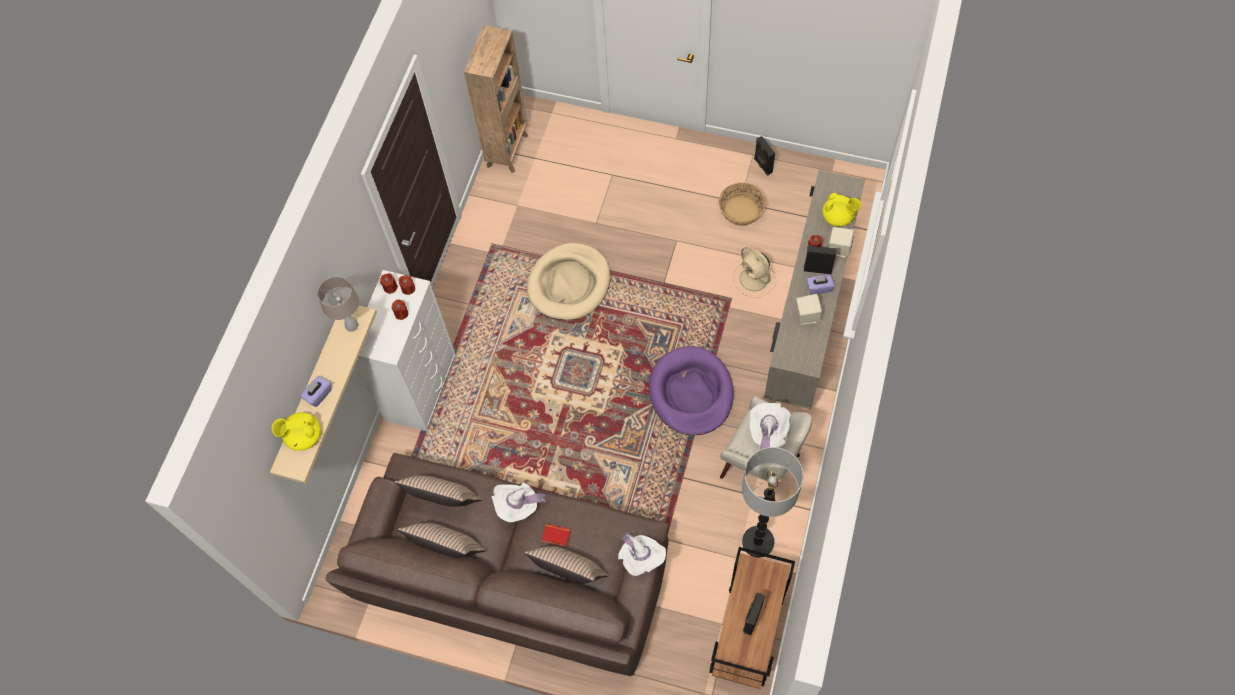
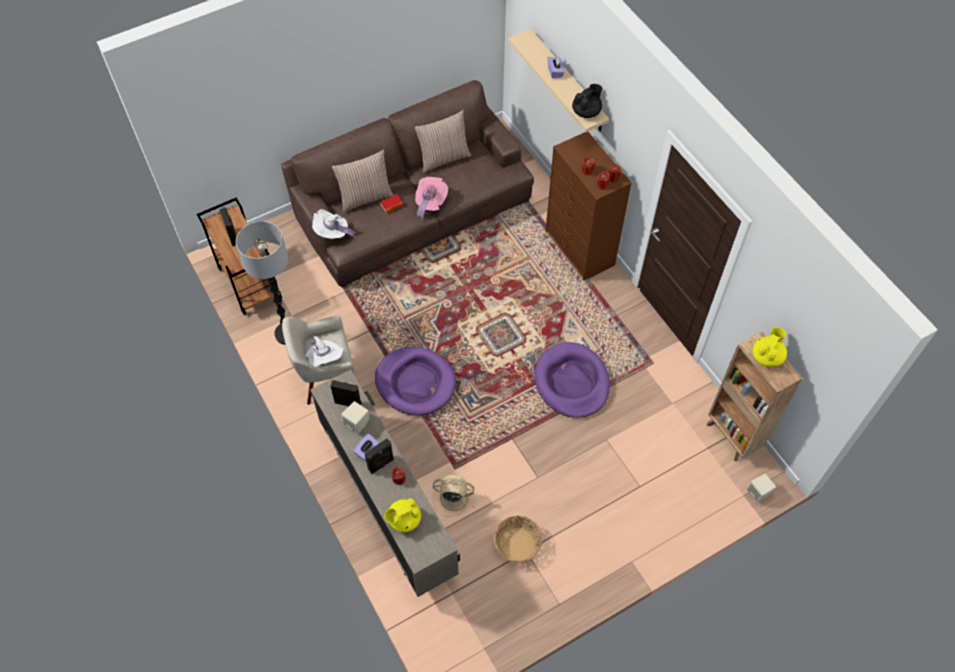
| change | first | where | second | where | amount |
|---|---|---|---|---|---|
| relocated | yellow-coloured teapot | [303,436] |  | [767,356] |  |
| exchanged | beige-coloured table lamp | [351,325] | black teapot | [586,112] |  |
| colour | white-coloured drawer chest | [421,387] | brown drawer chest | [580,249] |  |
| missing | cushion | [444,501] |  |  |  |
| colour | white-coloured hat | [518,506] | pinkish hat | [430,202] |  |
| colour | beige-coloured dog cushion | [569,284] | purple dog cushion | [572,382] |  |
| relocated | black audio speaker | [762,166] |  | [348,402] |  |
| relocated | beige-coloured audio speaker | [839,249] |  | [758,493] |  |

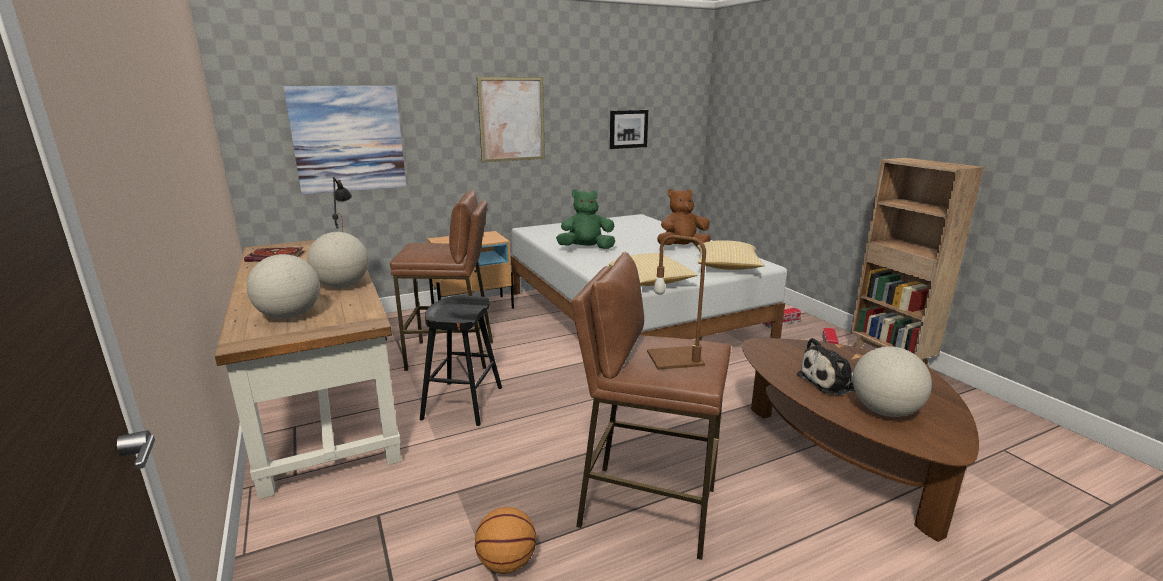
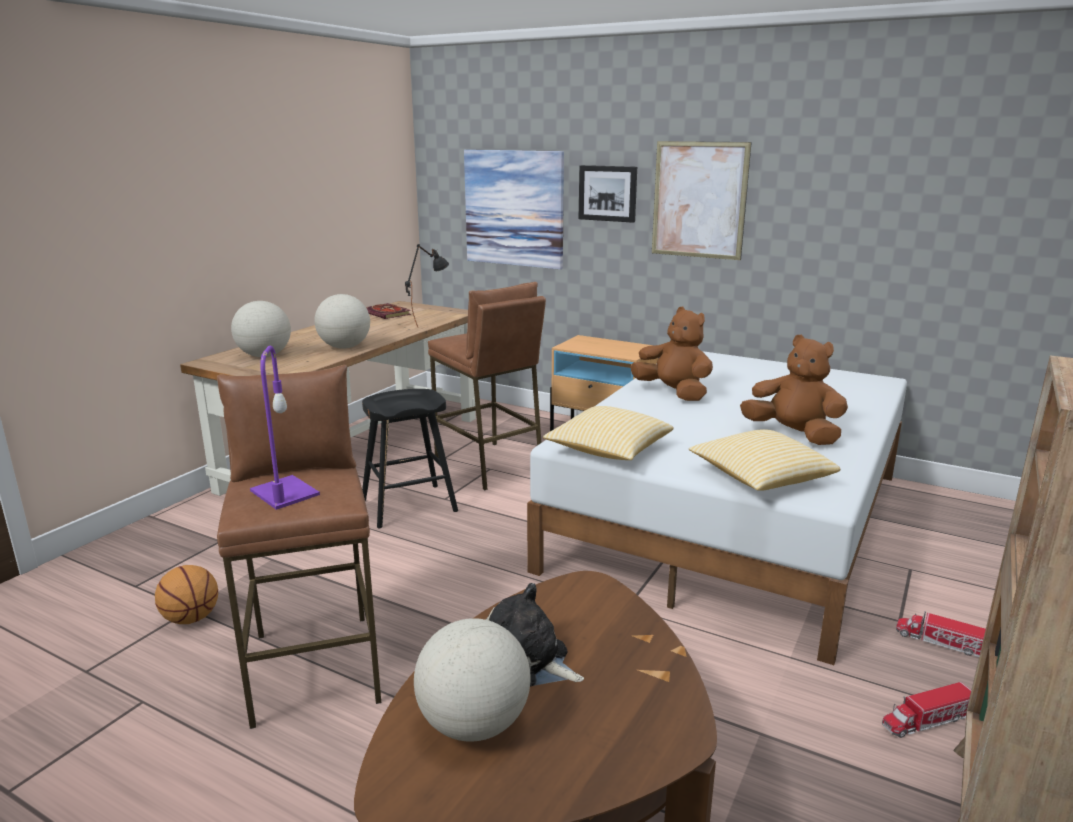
| change | first | where | second | where | amount |
|---|---|---|---|---|---|
| colour | green soft toy | [586,248] | brown soft toy | [673,393] |  |
| relocated | wall picture | [628,129] |  | [608,193] |  |
| colour | brown table lamp | [676,358] | purple table lamp | [286,493] |  |

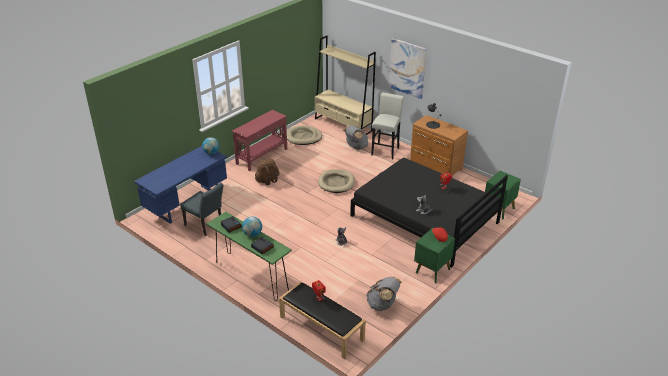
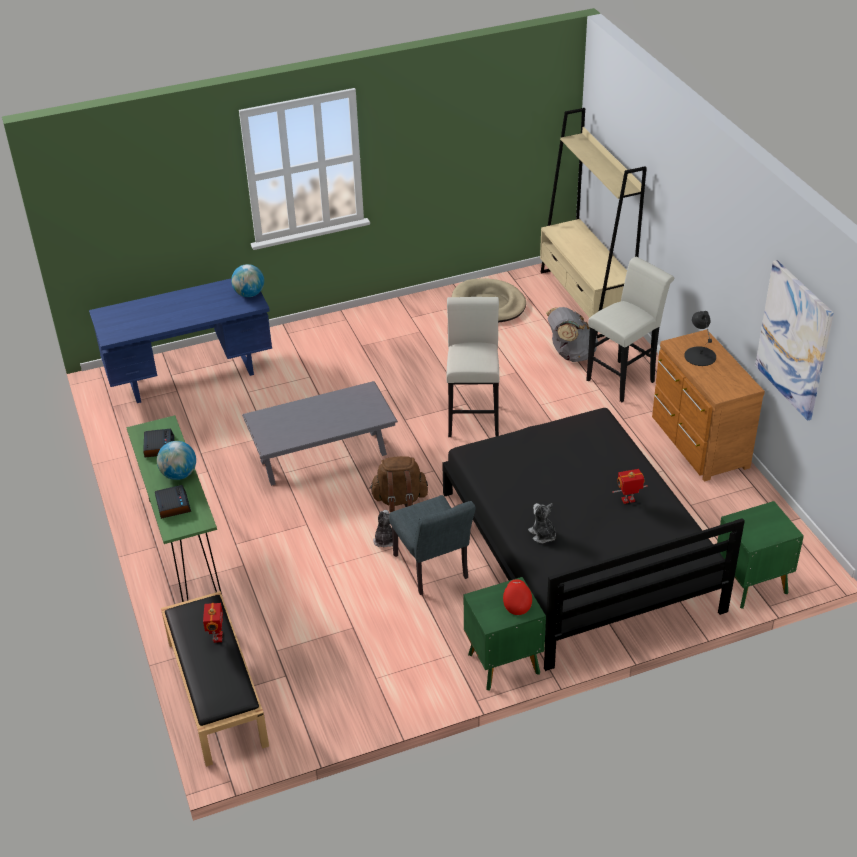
| change | first | where | second | where | amount |
|---|---|---|---|---|---|
| relocated | grey upright chair | [206,225] |  | [433,570] |  |
| missing | red-coloured narrow table | [262,156] |  |  |  |
| relocated | brown backpack | [267,180] |  | [399,500] |  |
| exchanged | beige-coloured dog cushion | [336,183] | white-coloured stool | [473,417] |  |
| missing | grey backpack | [382,304] |  |  |  |
| relocated | wall picture | [407,68] |  | [794,340] |  |
| appeared |  |  | grey lounge table | [323,458] |  |

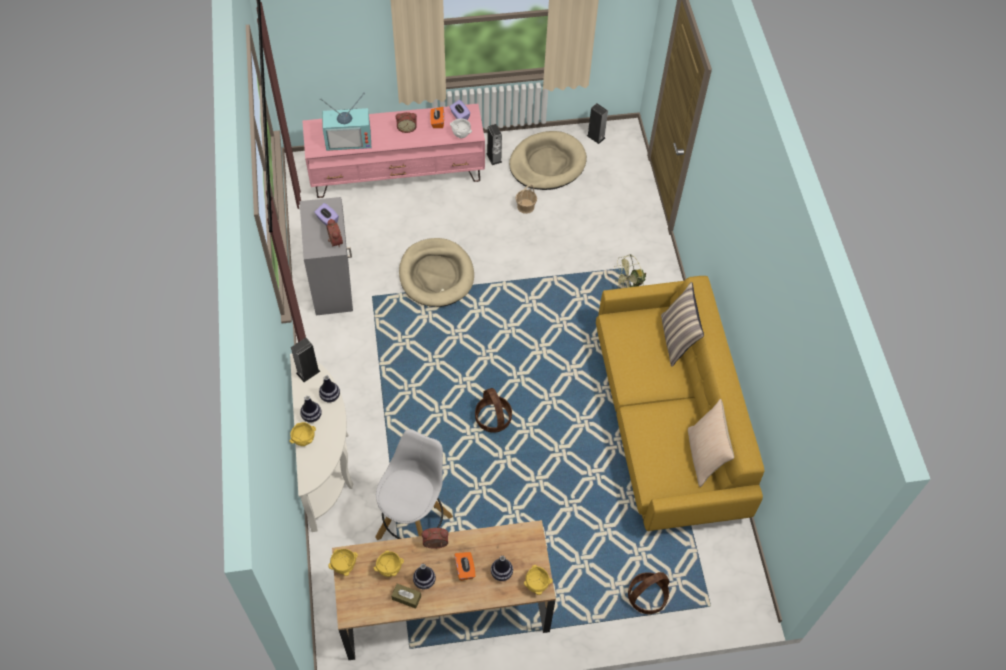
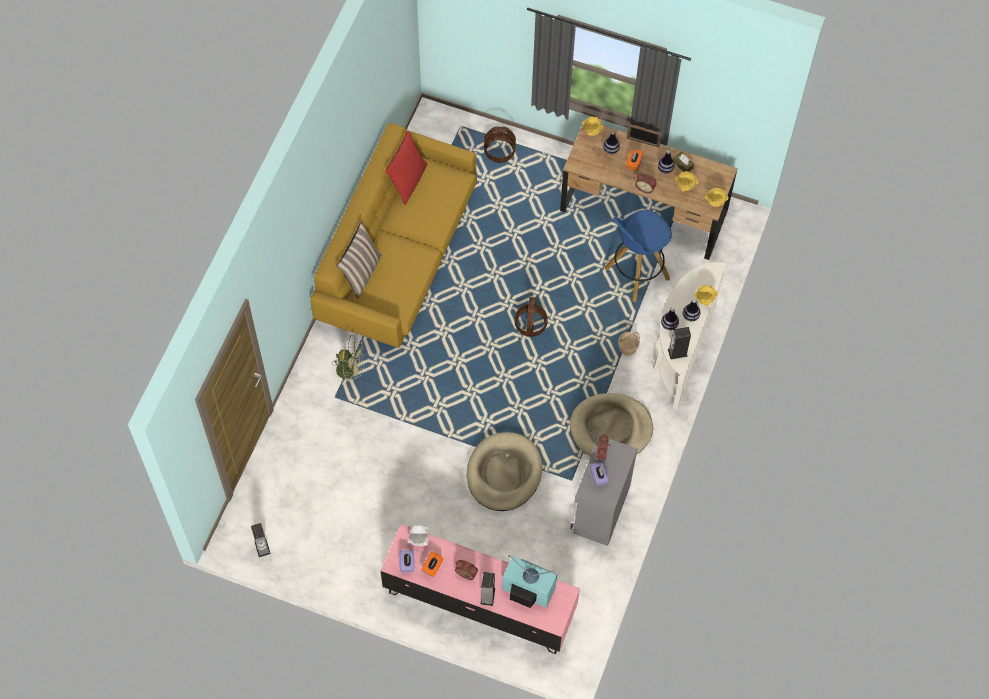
| change | first | where | second | where | amount |
|---|---|---|---|---|---|
| colour | white-coloured stool | [415,525] | bluish stool | [636,274] |  |
| relocated | audio speaker | [494,158] |  | [487,596] |  |
| relocated | beige-coloured dog cushion | [547,163] |  | [611,429] |  |
| relocated | household basket | [526,206] |  | [627,347] |  |
| colour | beige-coloured cushion | [704,456] | red-coloured cushion | [407,181] |  |
| appeared |  |  | picture frame | [643,142] |  |

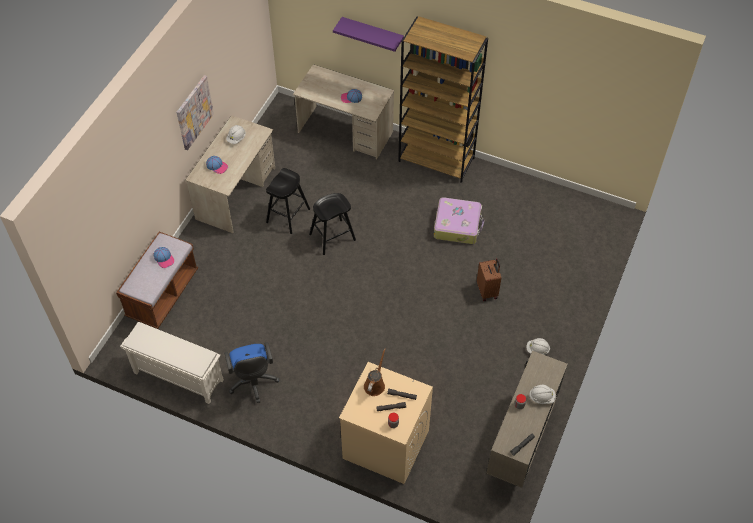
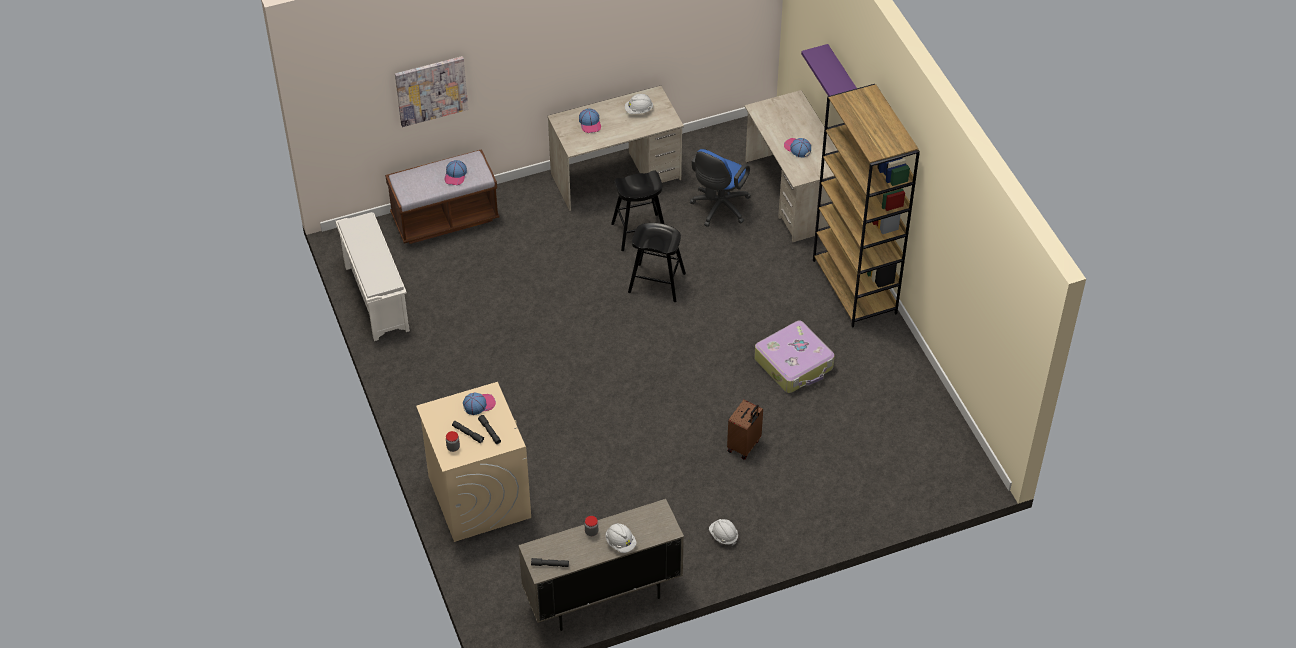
| change | first | where | second | where | amount |
|---|---|---|---|---|---|
| relocated | wall picture | [194,112] |  | [431,90] |  |
| relocated | bluish computer chair | [253,383] |  | [719,209] |  |
| exchanged | brown sprinkling can | [375,384] | peaked cap | [479,404] |  |

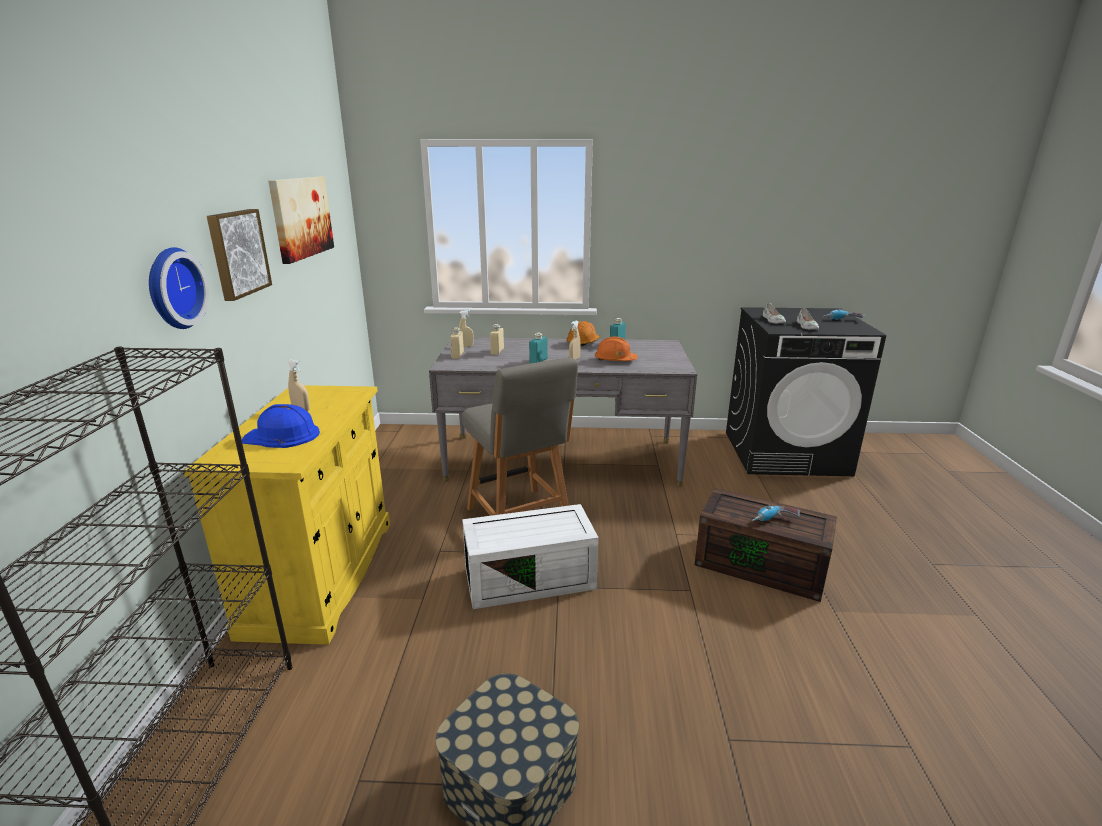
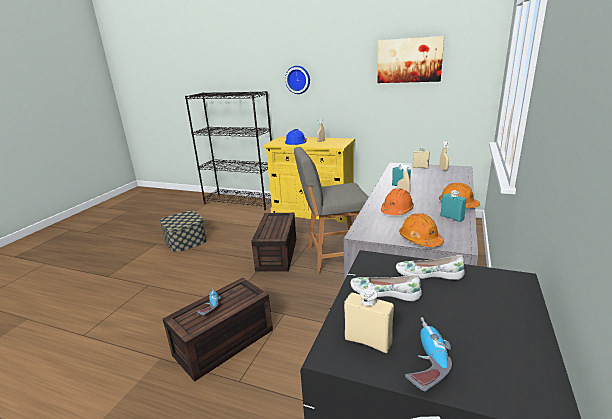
| change | first | where | second | where | amount |
|---|---|---|---|---|---|
| missing | wall picture | [237,253] |  |  |  |
| colour | white-coloured storage container | [531,577] | brown storage container | [278,254] |  |
| relocated | beige-coloured bottle | [497,351] |  | [368,341] |  |
| appeared |  |  | orange work helmet | [420,239] |  |

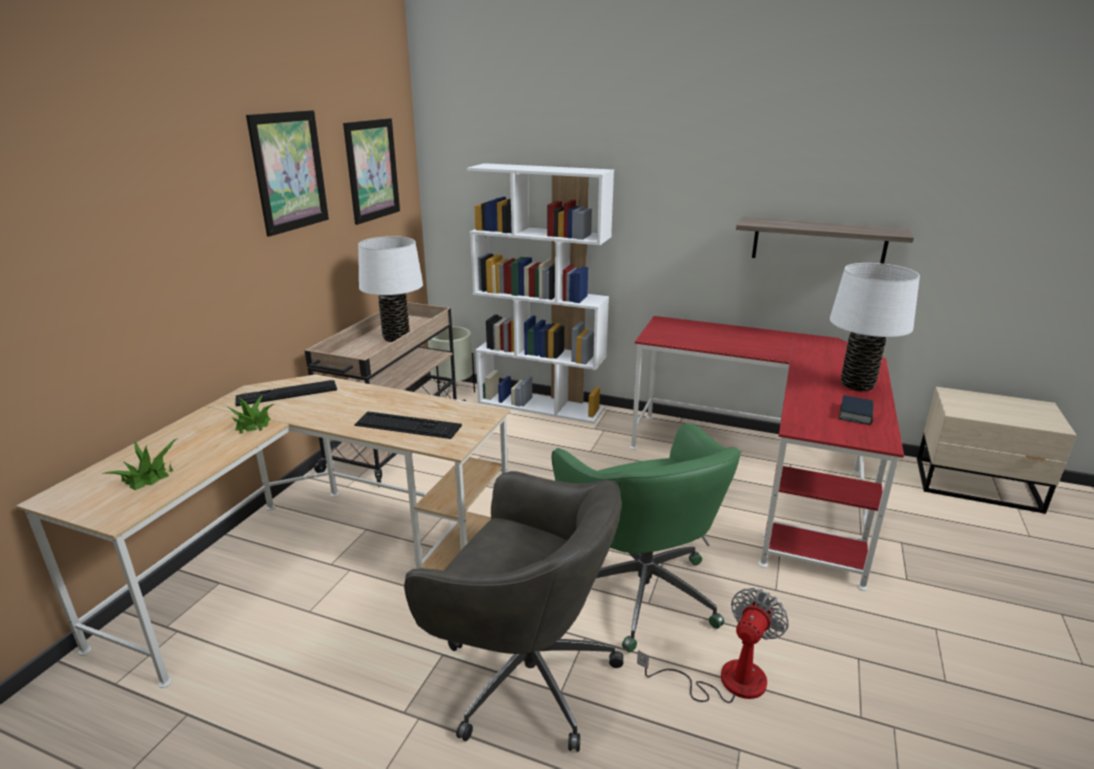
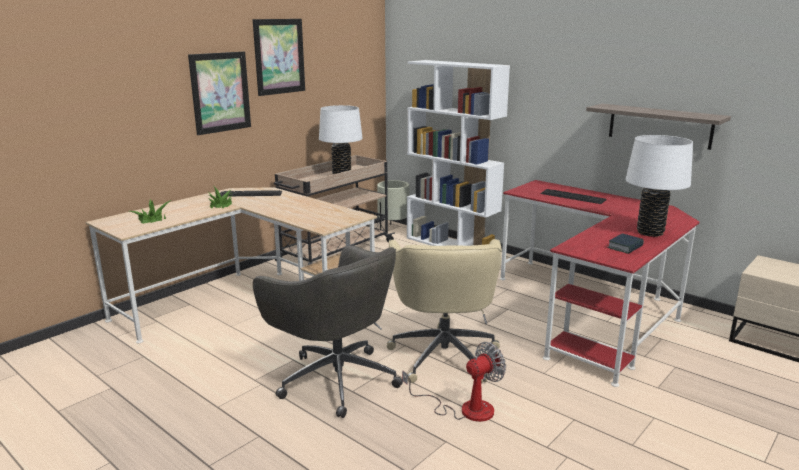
| change | first | where | second | where | amount |
|---|---|---|---|---|---|
| relocated | wall picture | [372,170] |  | [220,92] |  |
| relocated | keyboard | [408,425] |  | [572,196] |  |
| colour | green computer chair | [640,589] | beige-coloured computer chair | [444,354] |  |

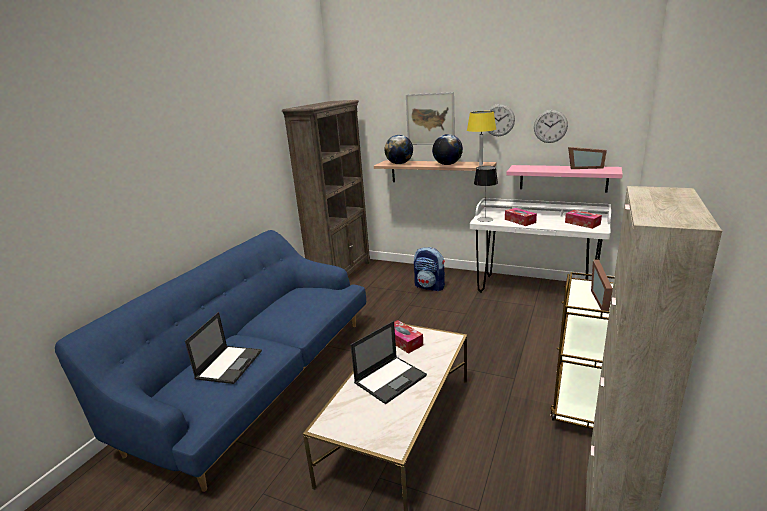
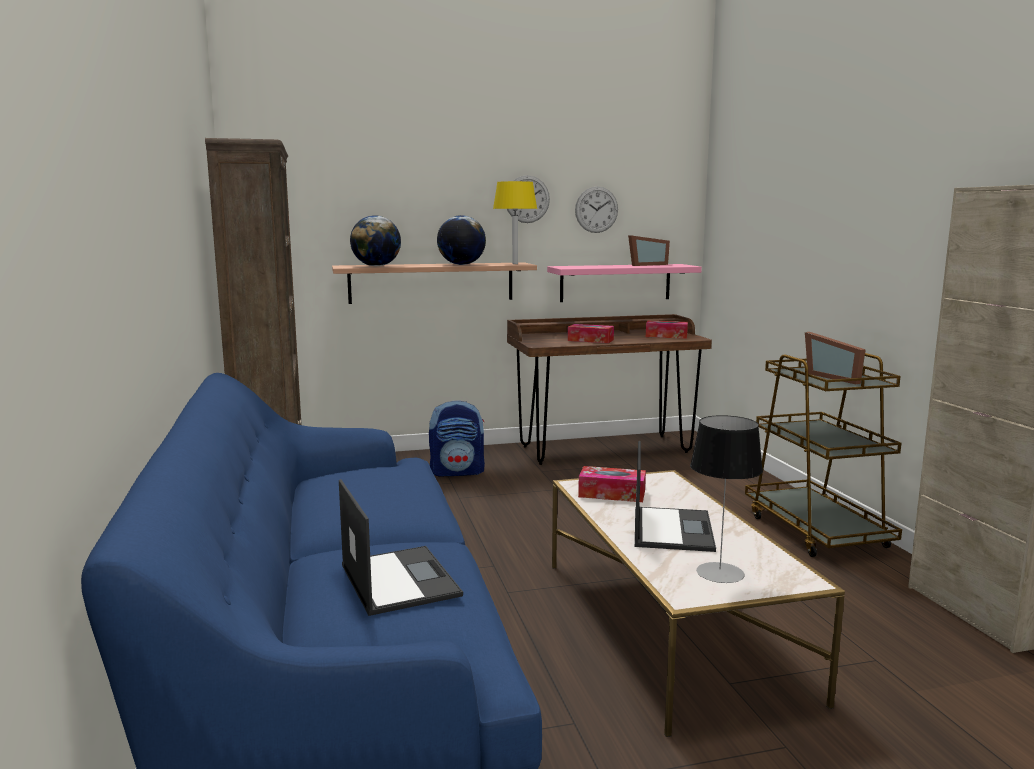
| change | first | where | second | where | amount |
|---|---|---|---|---|---|
| missing | wall picture | [430,119] |  |  |  |
| colour | white-coloured desk table | [534,290] | brown desk table | [604,449] |  |
| relocated | table lamp | [485,219] |  | [719,573] |  |

